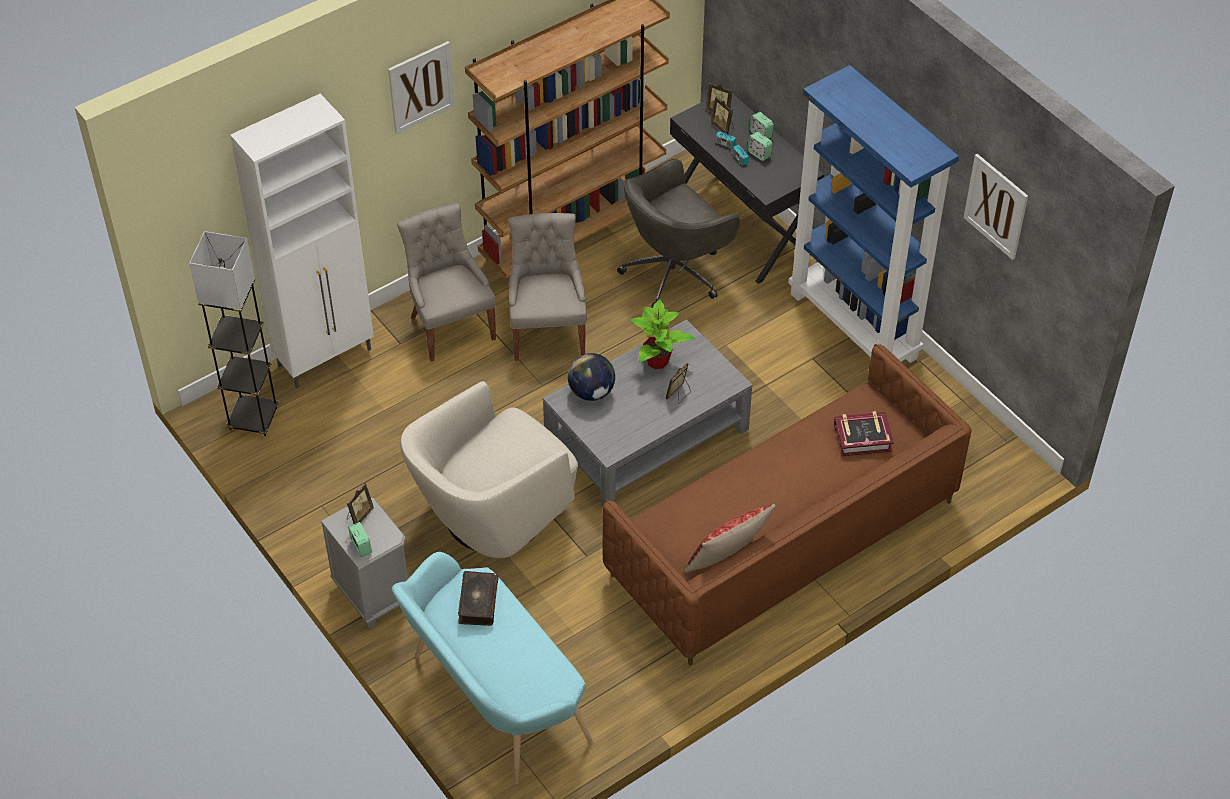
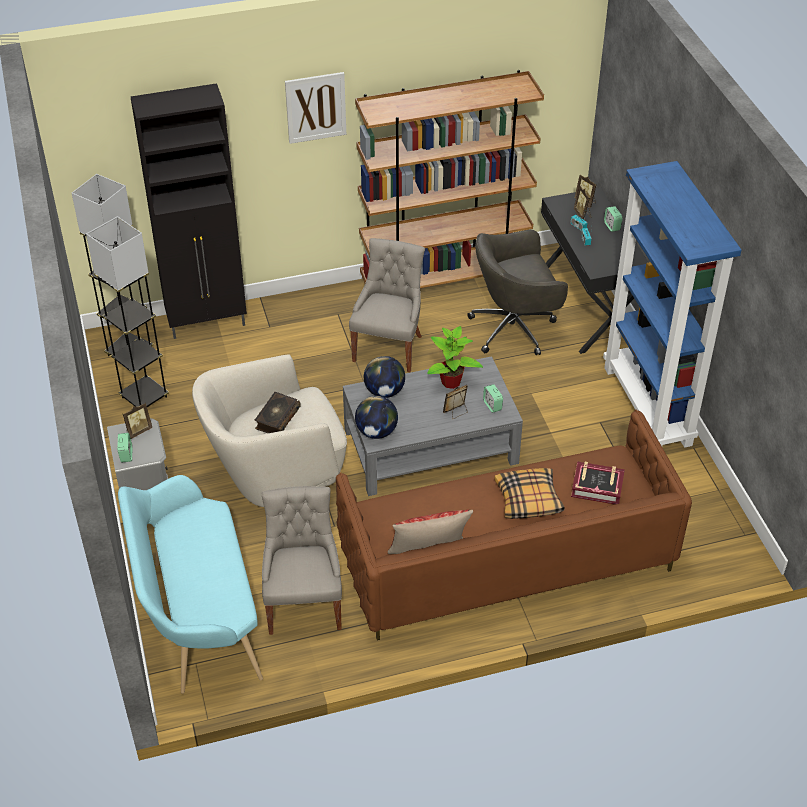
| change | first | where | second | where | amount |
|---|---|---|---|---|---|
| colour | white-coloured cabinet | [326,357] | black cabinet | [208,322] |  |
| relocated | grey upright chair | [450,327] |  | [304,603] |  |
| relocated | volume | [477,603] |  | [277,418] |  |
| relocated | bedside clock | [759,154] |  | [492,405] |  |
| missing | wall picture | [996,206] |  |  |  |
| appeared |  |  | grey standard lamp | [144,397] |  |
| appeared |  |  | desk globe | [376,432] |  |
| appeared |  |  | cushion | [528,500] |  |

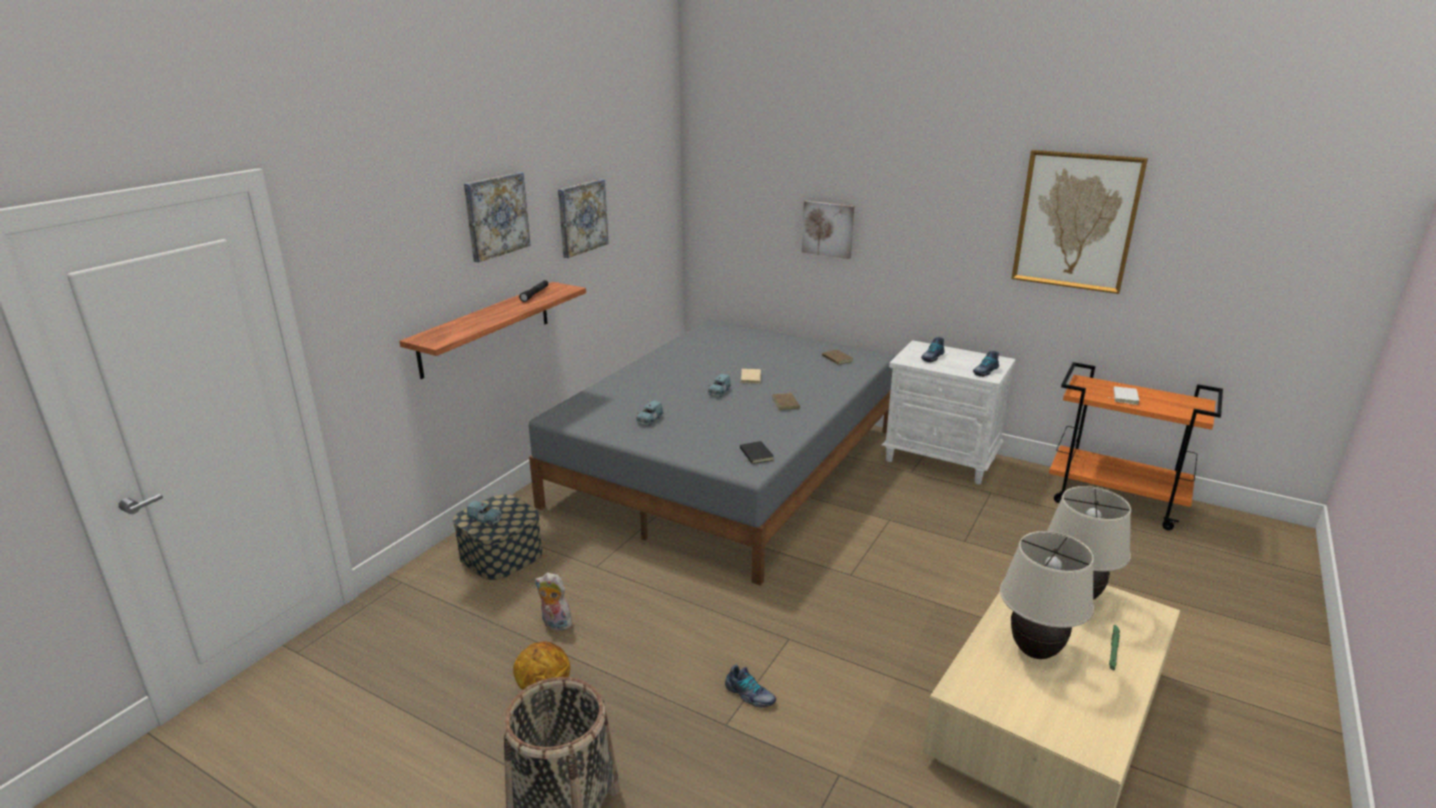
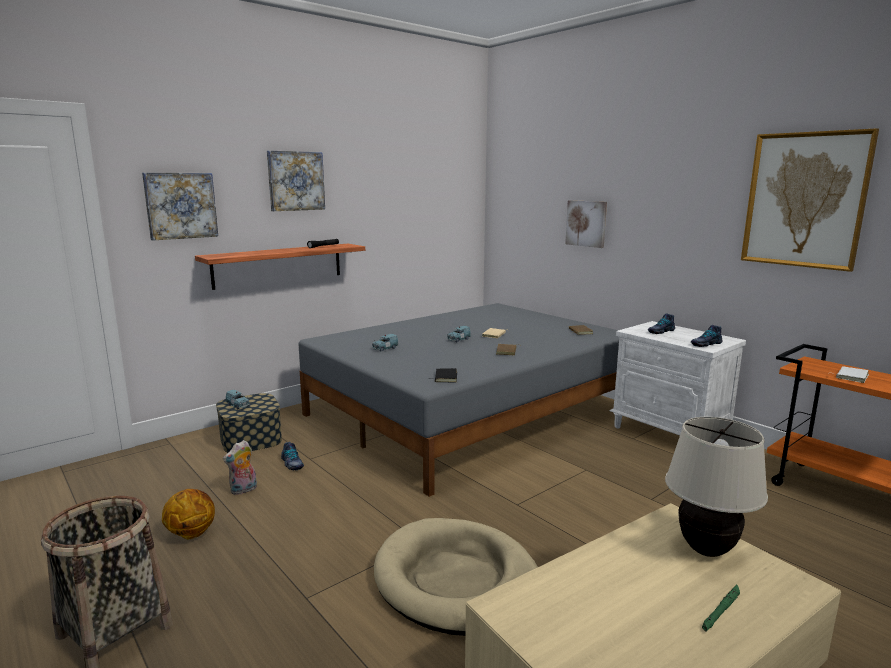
| change | first | where | second | where | amount |
|---|---|---|---|---|---|
| spun | soft toy | [554,624] |  | [243,490] | 90 degrees counterclockwise |
| relocated | wall picture | [582,217] |  | [181,205] |  |
| relocated | low shoe | [749,695] |  | [292,463] |  |
| missing | beige-coloured table lamp | [1035,651] |  |  |  |
| appeared |  |  | beige-coloured dog cushion | [456,580] |  |

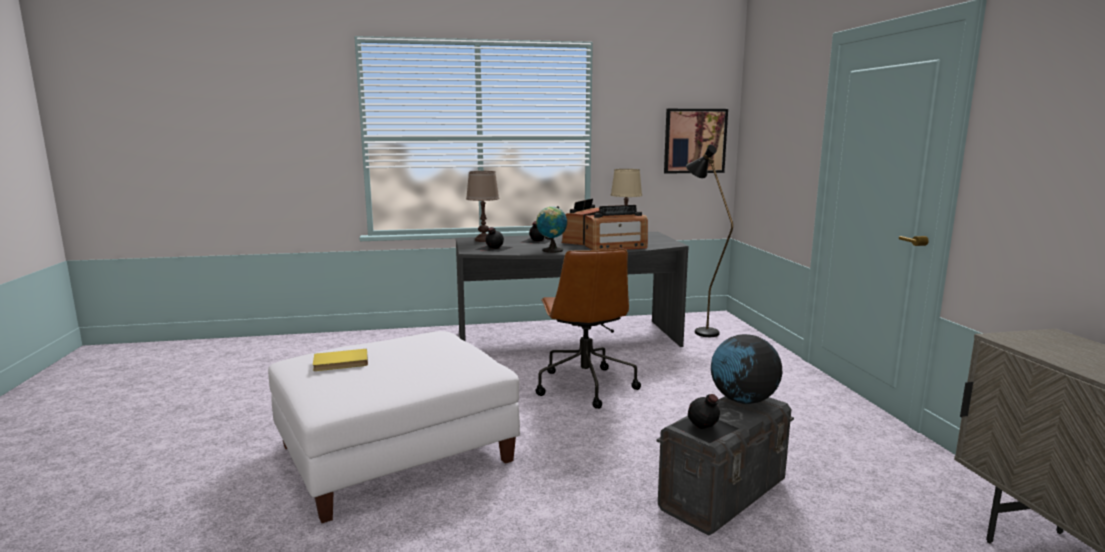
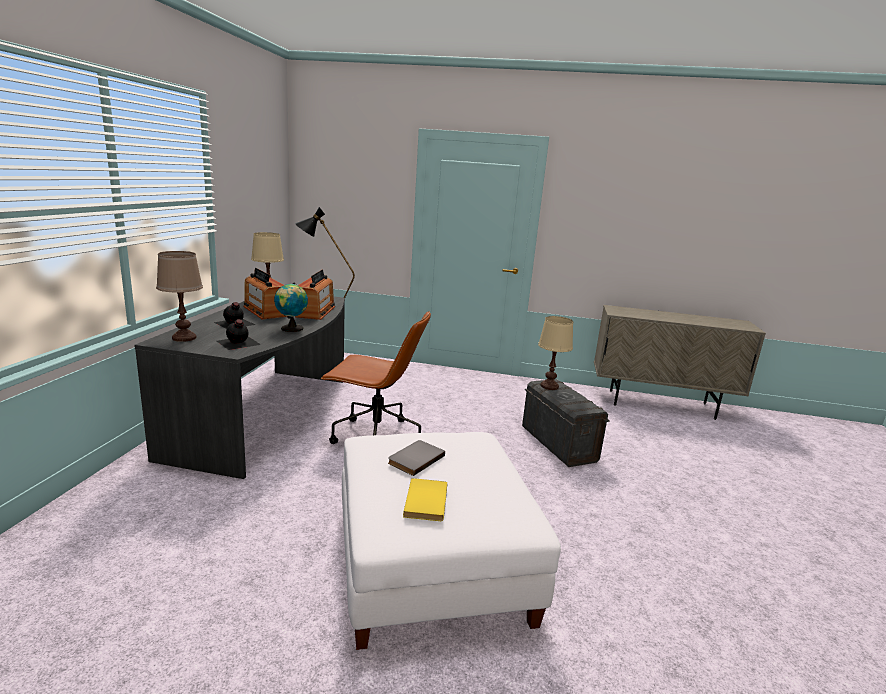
| change | first | where | second | where | amount |
|---|---|---|---|---|---|
| missing | wall picture | [694,141] |  |  |  |
| missing | black bottle | [705,427] |  |  |  |
| exchanged | desk globe | [743,400] | beige-coloured table lamp | [549,386] |  |
| appeared |  |  | grey volume | [415,459] |  |

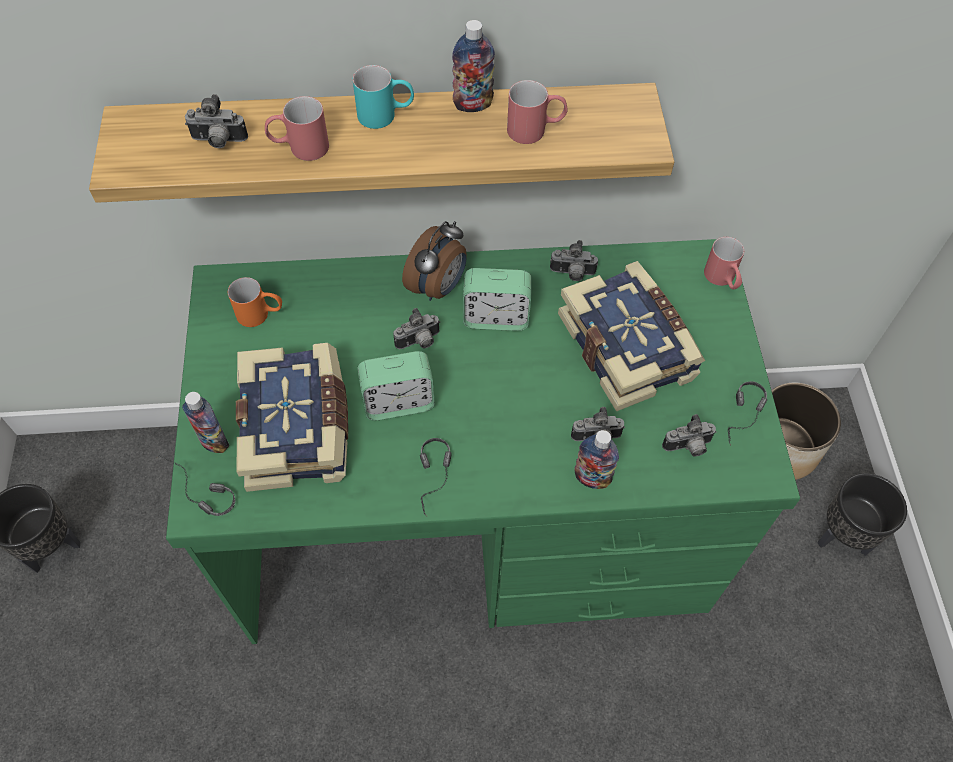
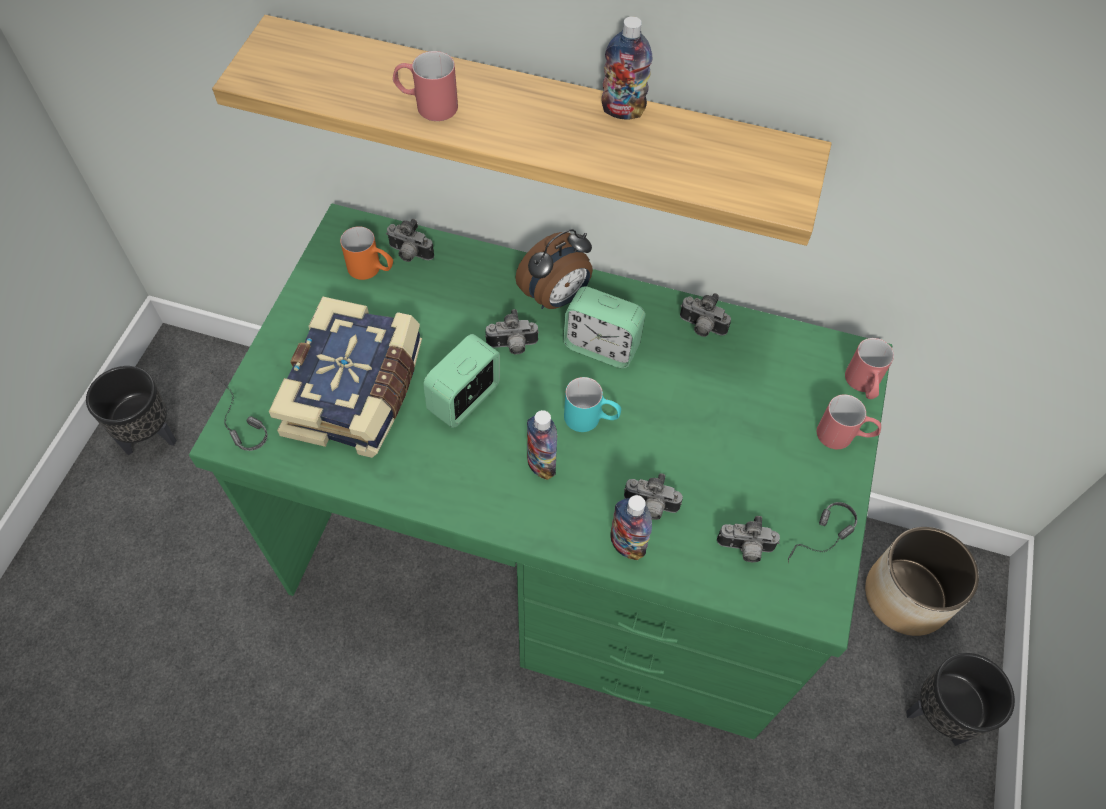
| change | first | where | second | where | amount |
|---|---|---|---|---|---|
| relocated | bottle | [214,442] |  | [541,465] |  |
| relocated | still camera | [219,142] |  | [409,254] |  |
| relocated | turquoise-coloured coffee mug | [386,115] |  | [591,419] |  |
| spun | bedside clock | [398,402] |  | [465,399] | 120 degrees clockwise |
| missing | headset | [436,481] |  |  |  |
| relocated | red-coloured coffee mug | [536,130] |  | [844,436] |  |
| missing | volume | [628,347] |  |  |  |

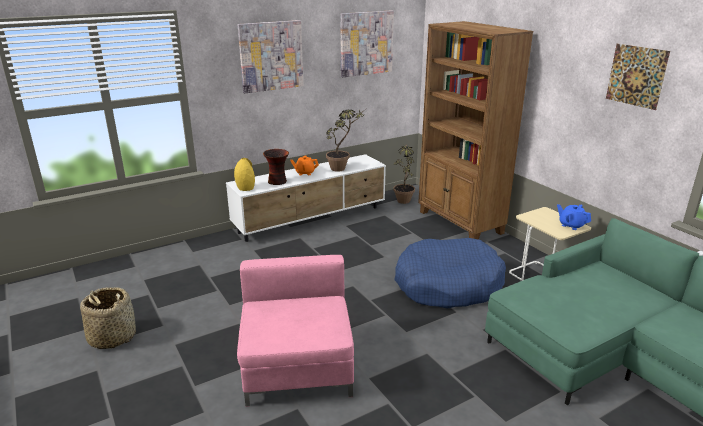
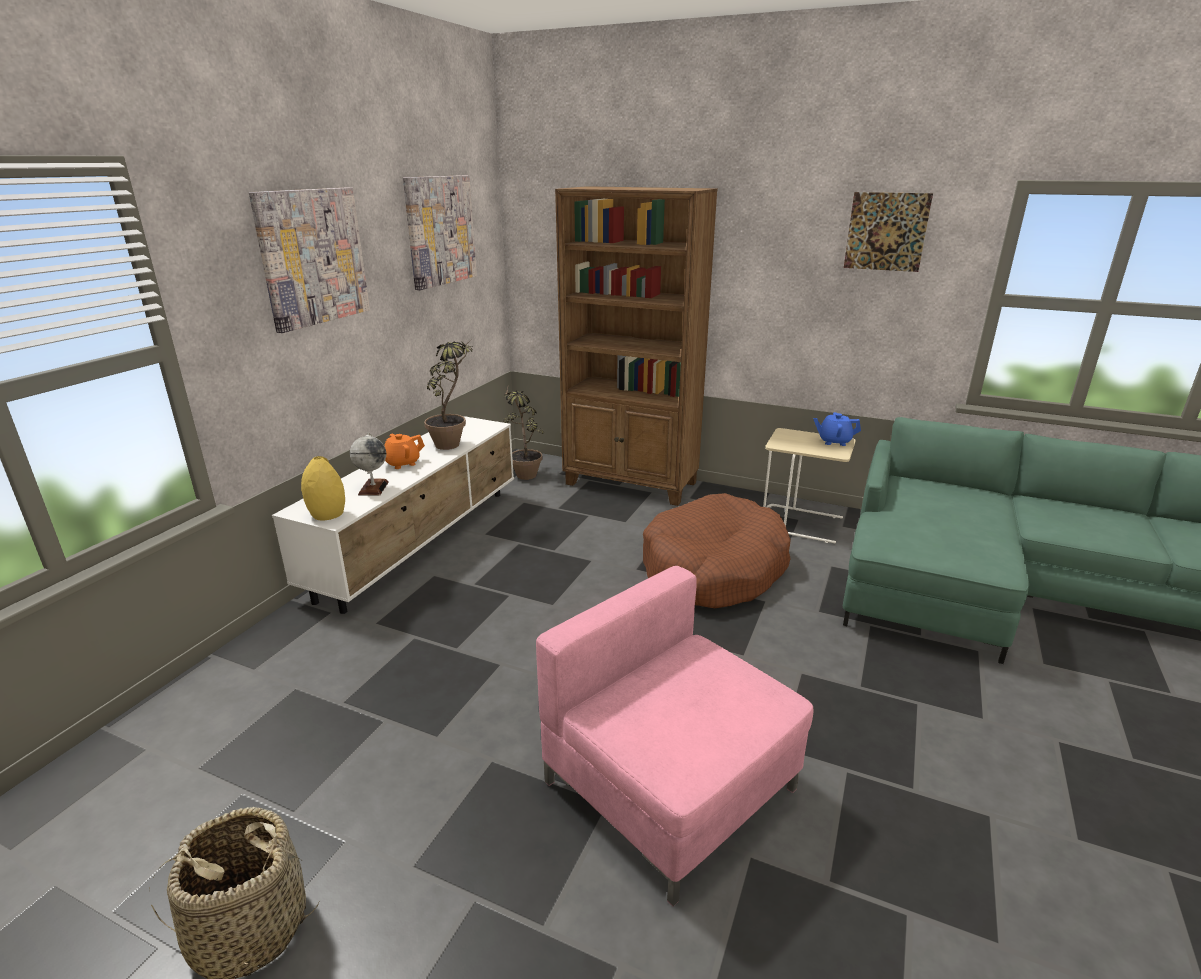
| change | first | where | second | where | amount |
|---|---|---|---|---|---|
| exchanged | flower vase | [278,181] | desk globe | [373,488] |  |
| colour | bluish dog cushion | [447,285] | brown dog cushion | [713,569] |  |

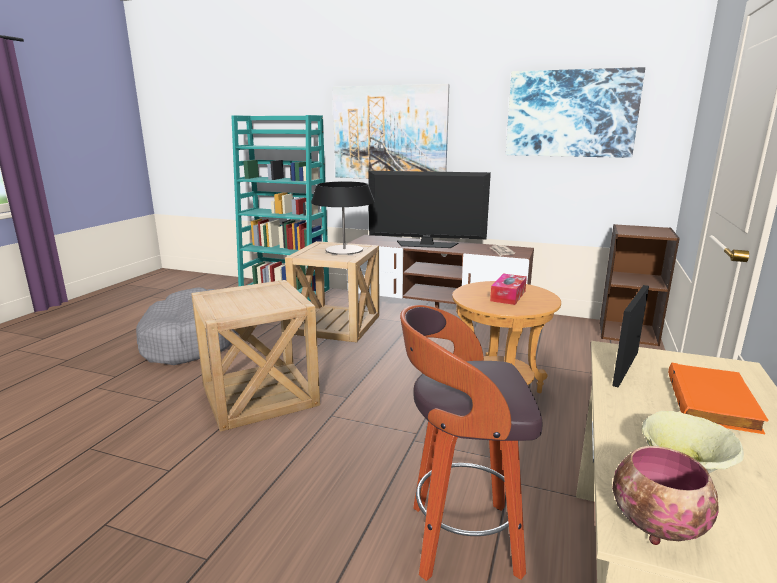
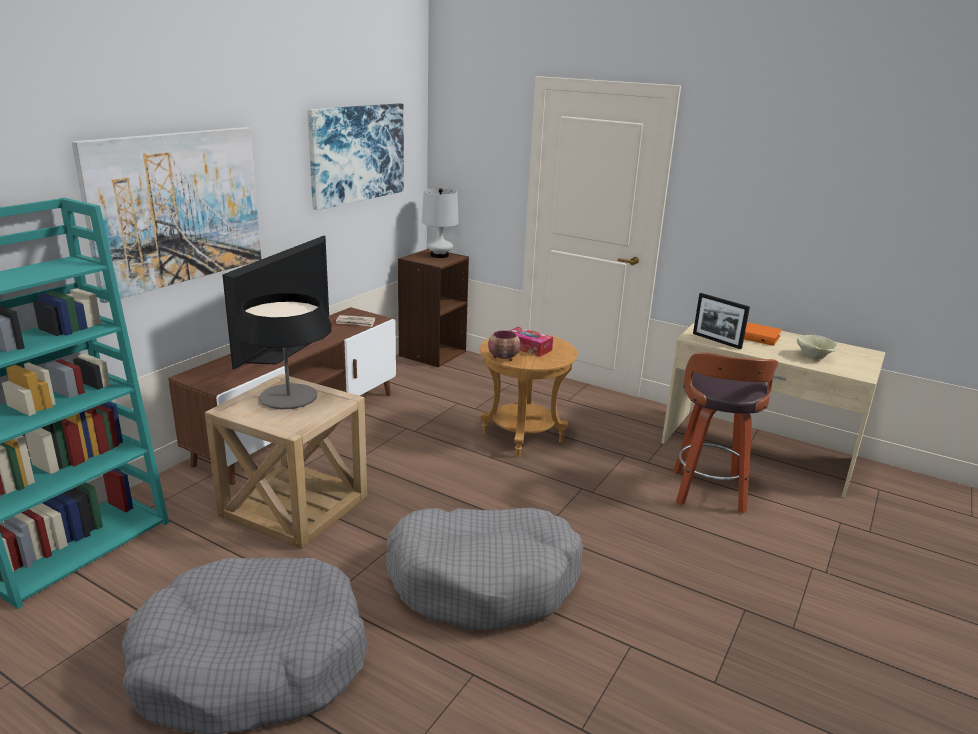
| change | first | where | second | where | amount |
|---|---|---|---|---|---|
| exchanged | beige-coloured end table | [259,395] | grey dog cushion | [484,580] |  |
| relocated | bowl | [656,527] |  | [504,358] |  |
| appeared |  |  | white-coloured table lamp | [439,255] |  |

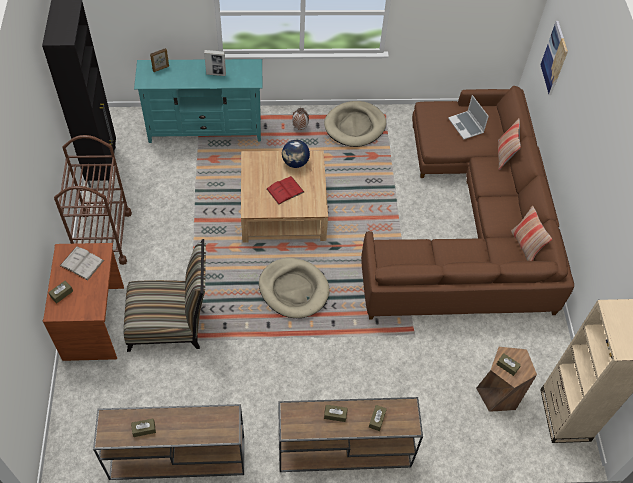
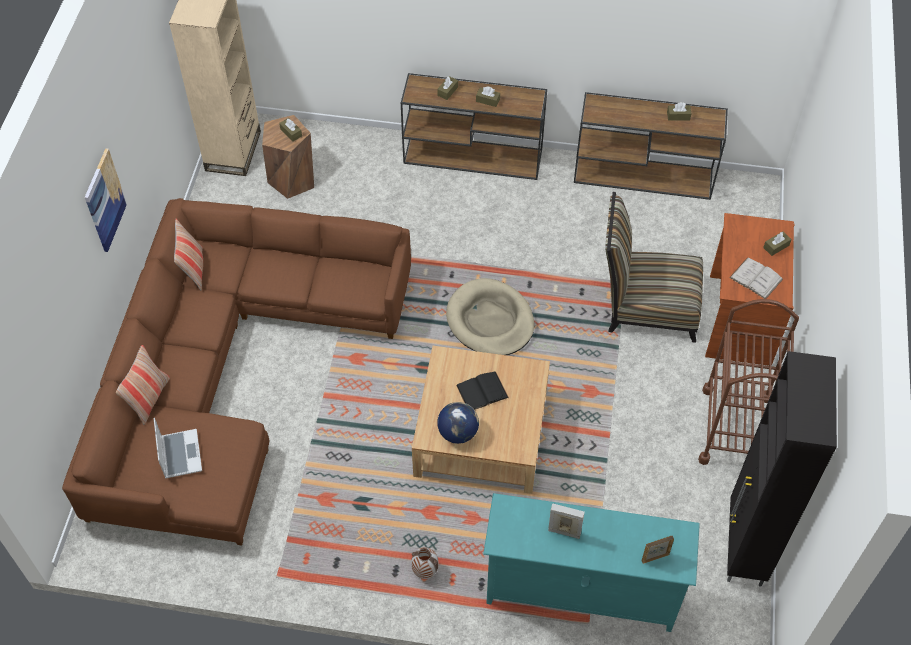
| change | first | where | second | where | amount |
|---|---|---|---|---|---|
| colour | red-coloured volume | [285,190] | black volume | [482,391] |  |
| missing | beige-coloured dog cushion | [355,126] |  |  |  |
| relocated | wall picture | [554,58] |  | [104,200] |  |

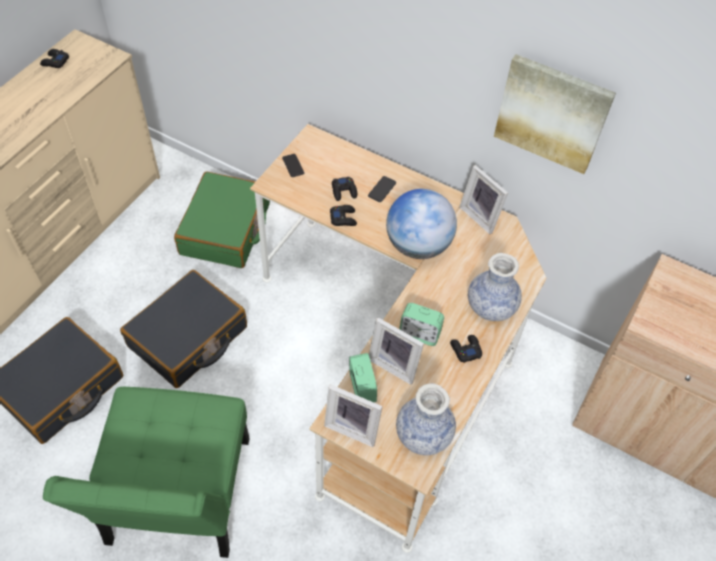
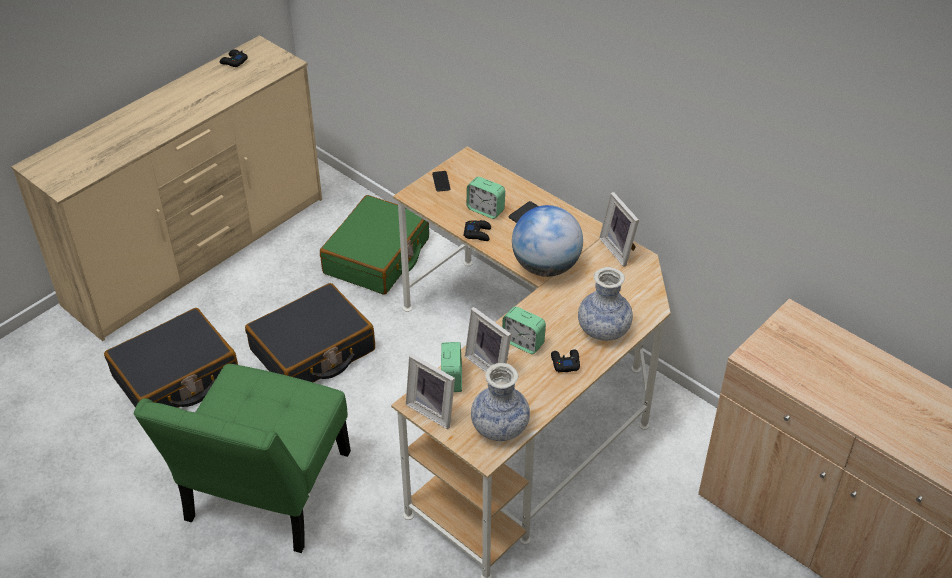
| change | first | where | second | where | amount |
|---|---|---|---|---|---|
| exchanged | black gamepad | [344,191] | bedside clock | [485,210] |  |
| missing | wall picture | [552,113] |  |  |  |

